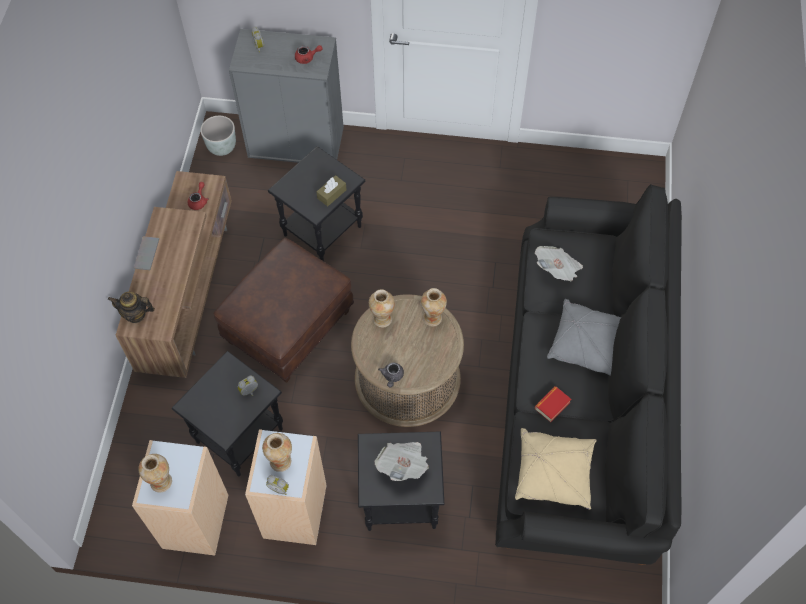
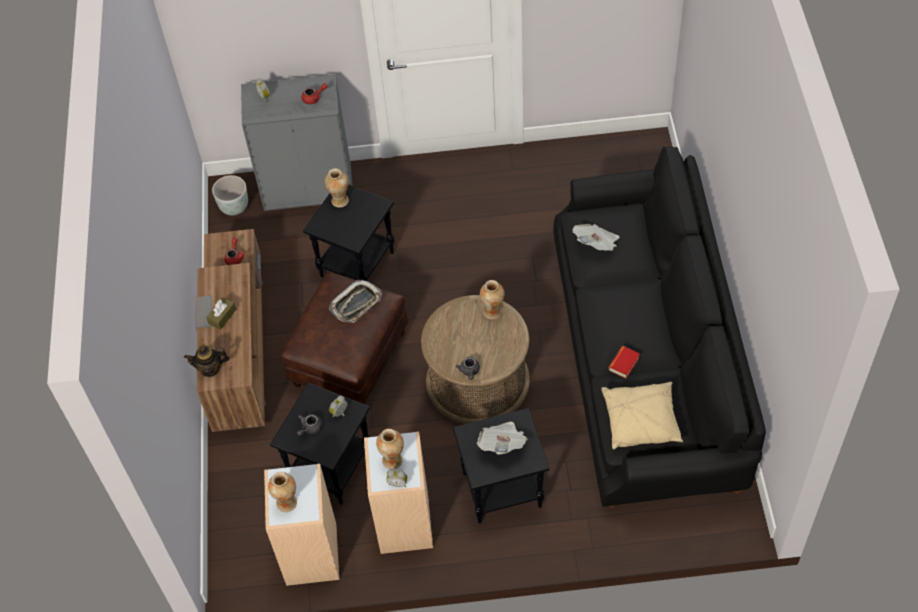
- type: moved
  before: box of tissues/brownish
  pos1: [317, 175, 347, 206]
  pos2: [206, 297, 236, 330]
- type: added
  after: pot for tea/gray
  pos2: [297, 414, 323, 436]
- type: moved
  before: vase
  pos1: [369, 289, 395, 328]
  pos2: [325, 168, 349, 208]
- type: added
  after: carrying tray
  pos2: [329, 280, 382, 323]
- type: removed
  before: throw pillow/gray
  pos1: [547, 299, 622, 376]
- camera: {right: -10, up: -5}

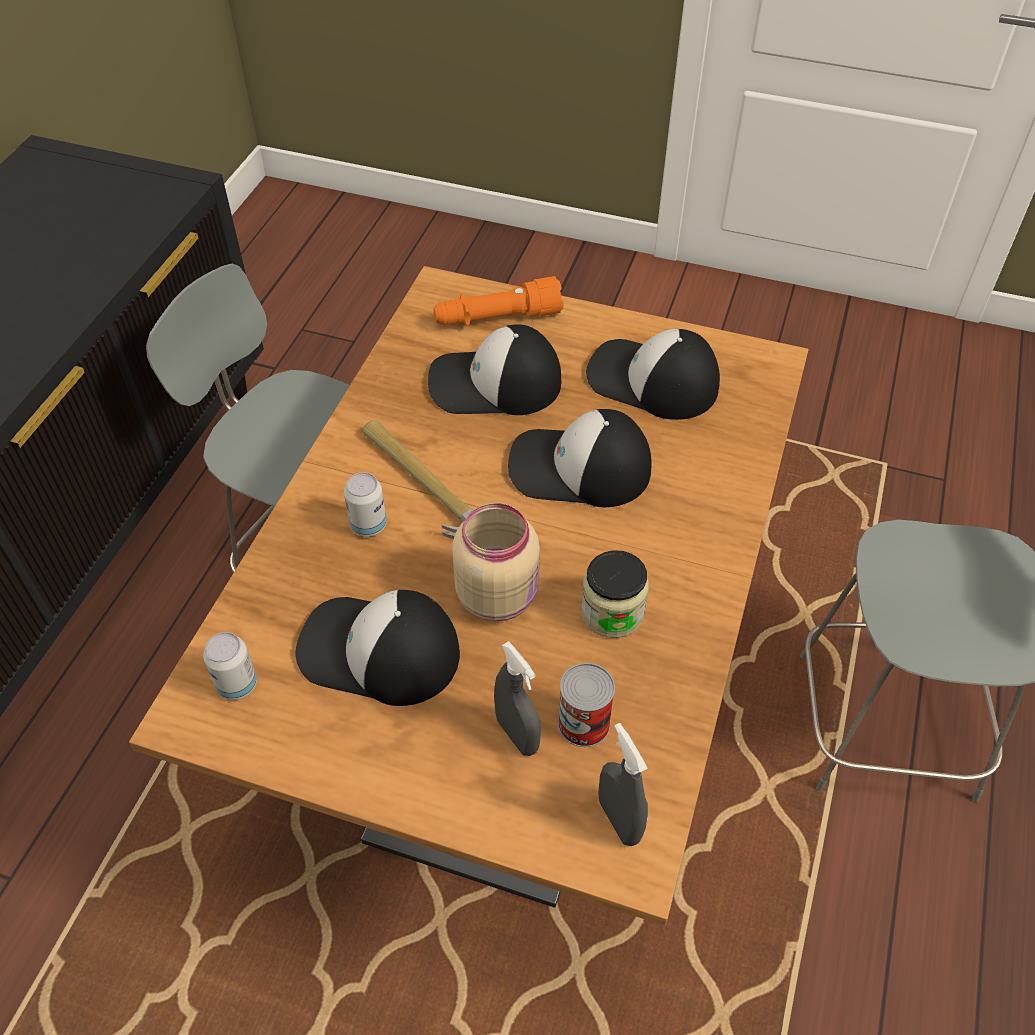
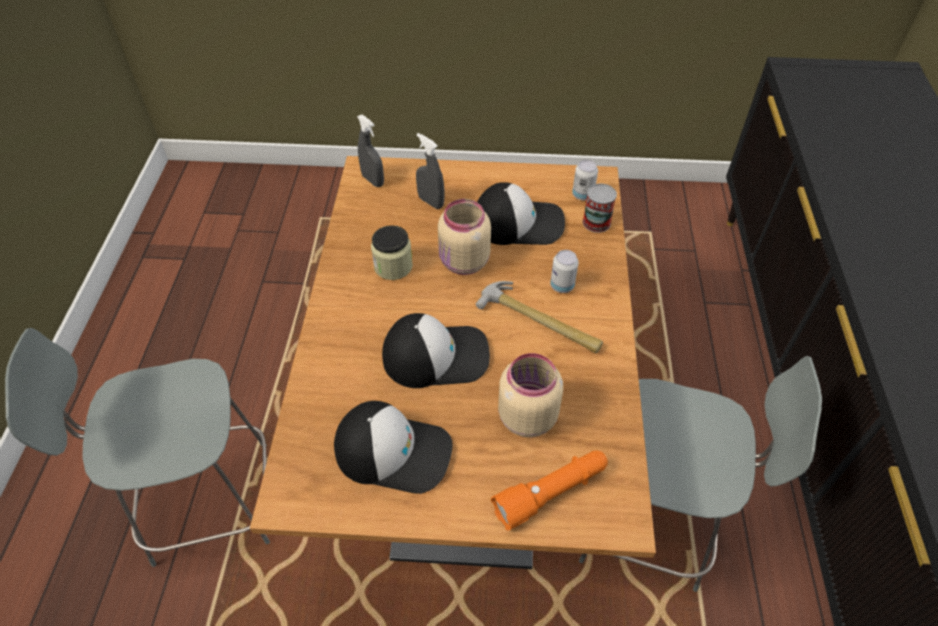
- type: replaced
  before: peaked cap
  after: preserve jar/beige-coloured
  pos1: [428, 324, 561, 415]
  pos2: [498, 353, 563, 437]
- type: moved
  before: metal can
  pos1: [558, 663, 615, 747]
  pos2: [583, 184, 617, 233]
- camera: {right: 165, up: 0}

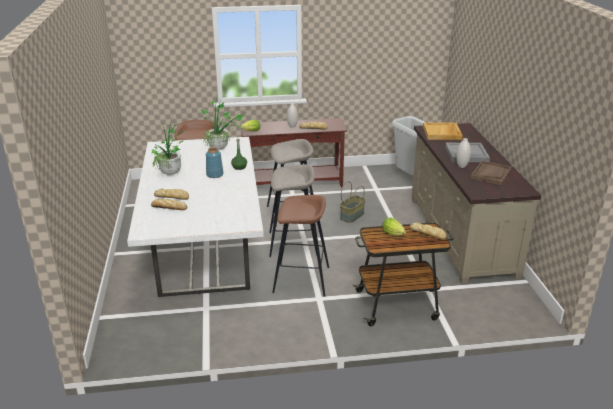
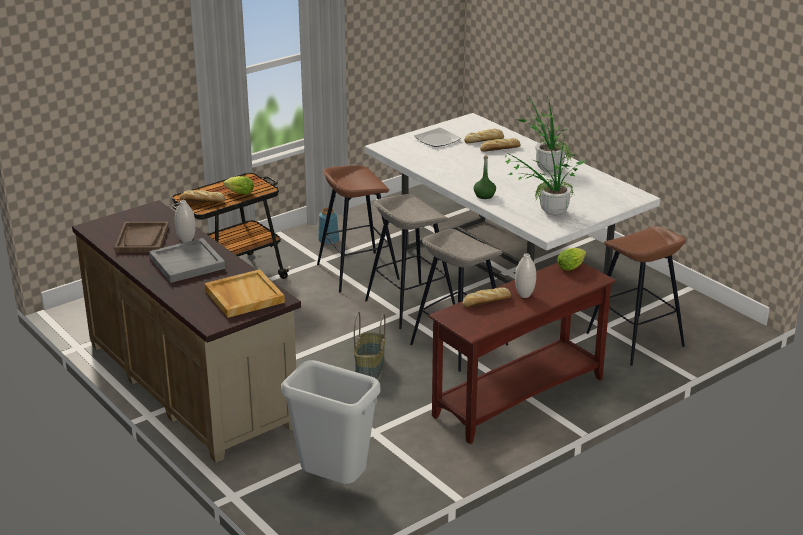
- type: moved
  before: vase/blue
  pos1: [206, 147, 223, 178]
  pos2: [318, 207, 339, 245]
- type: added
  after: plate
  pos2: [414, 128, 461, 147]
- camera: {right: 150, up: 0}

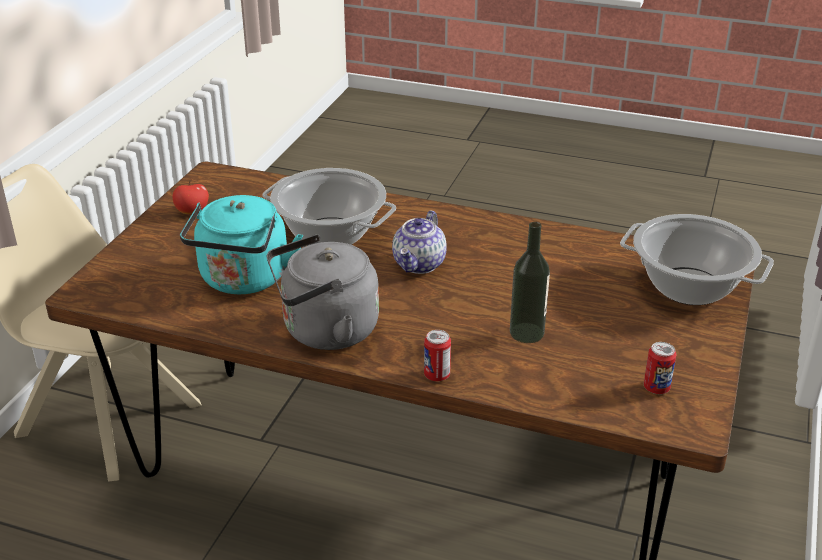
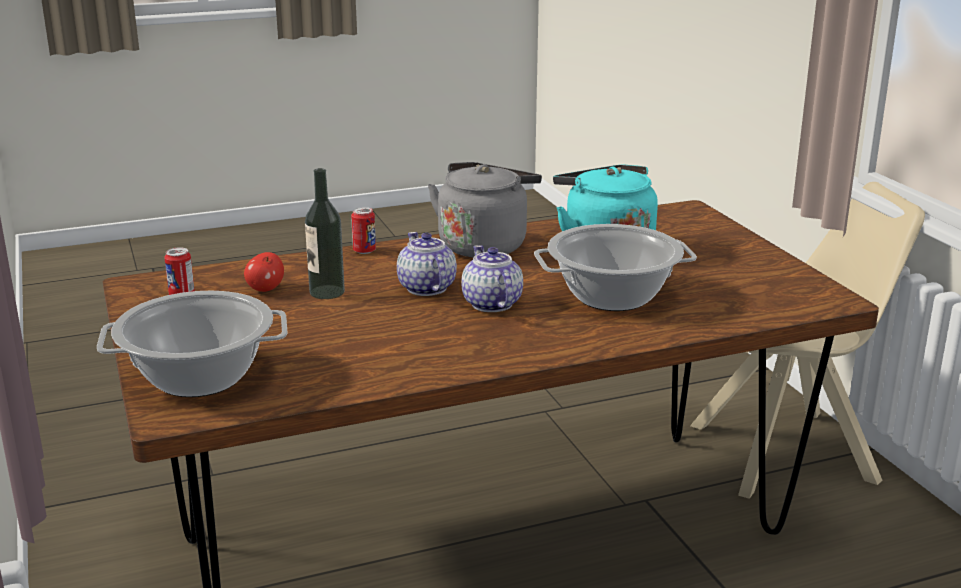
- type: moved
  before: whole apple
  pos1: [173, 179, 209, 214]
  pos2: [244, 252, 284, 292]
- type: added
  after: pot for tea
  pos2: [397, 232, 457, 296]
- camera: {right: 140, up: -10}

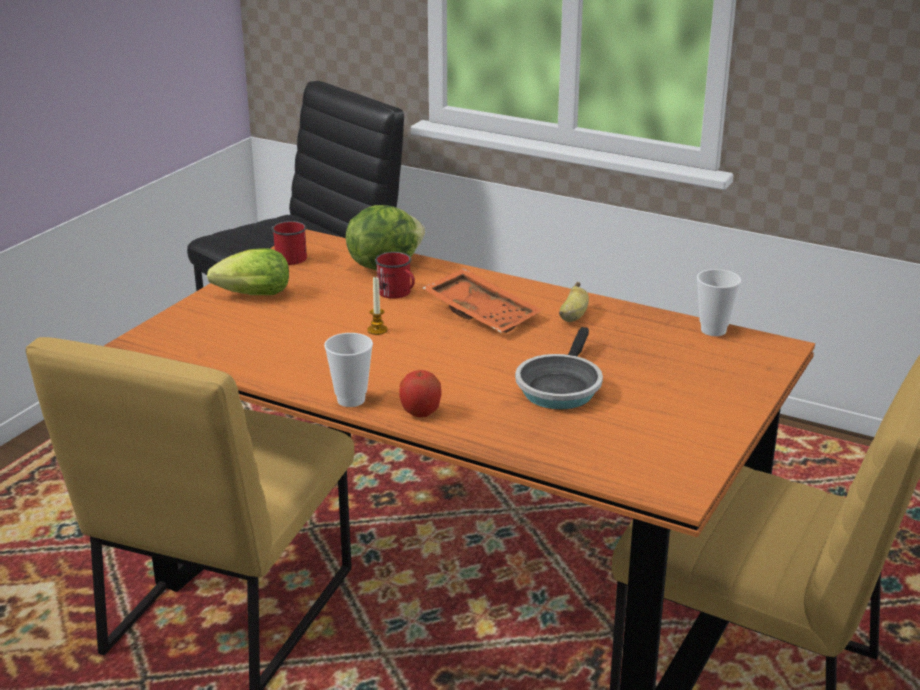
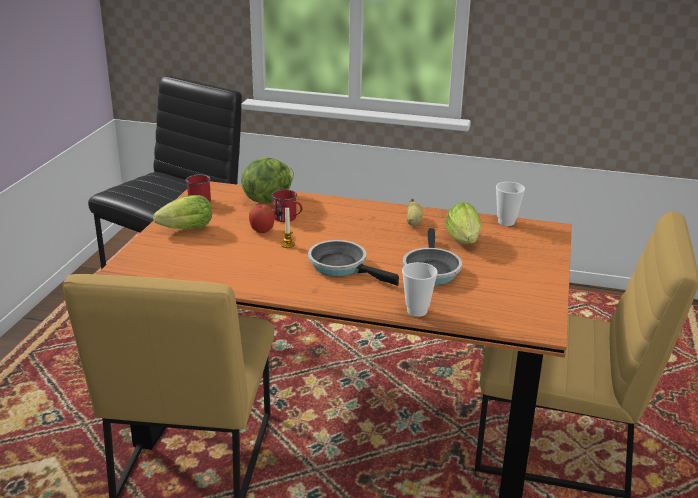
- type: moved
  before: whole apple
  pos1: [399, 370, 442, 417]
  pos2: [249, 204, 275, 233]
- type: added
  after: pan
  pos2: [308, 240, 399, 286]
- type: moved
  before: drinking cup
  pos1: [324, 333, 373, 407]
  pos2: [402, 262, 437, 317]
- type: added
  after: lettuce
  pos2: [445, 202, 481, 244]
- type: removed
  before: carrying tray/orangey
  pos1: [422, 268, 542, 333]
- camera: {right: -15, up: 0}

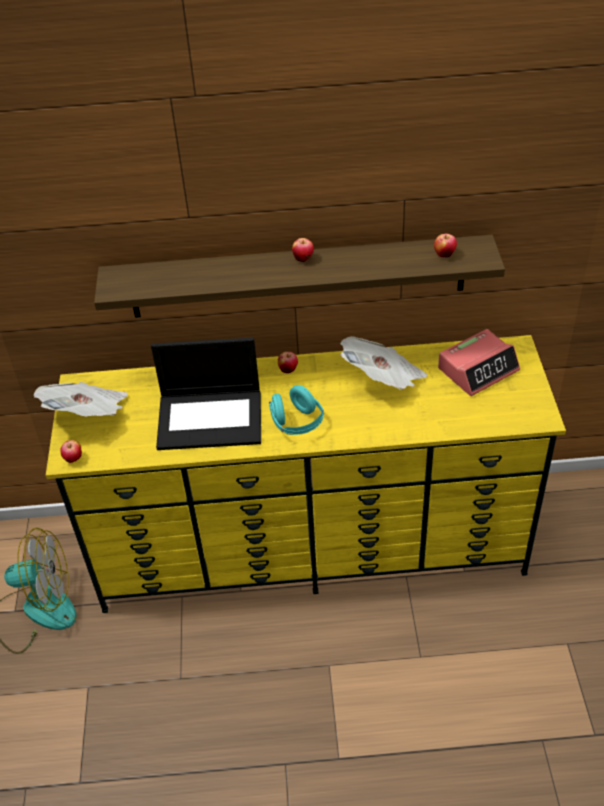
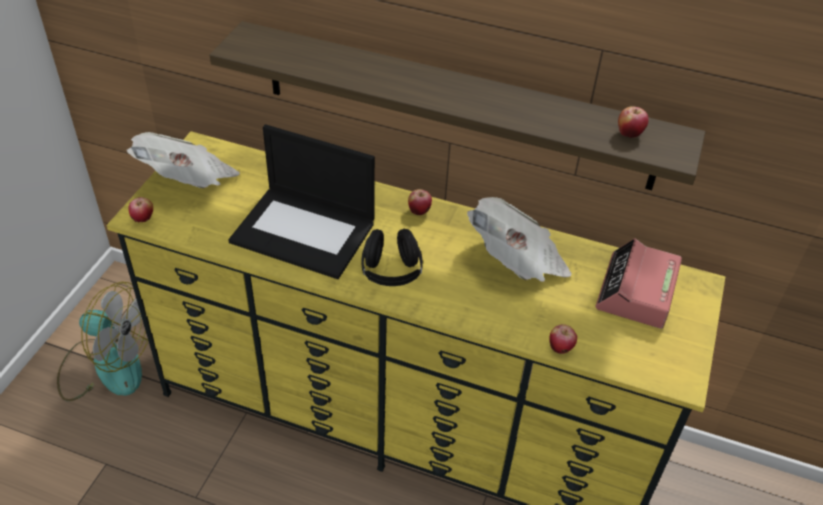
- type: recoloured
  before: pair of headphones/blue-green
  after: pair of headphones/blackish
  pos1: [269, 385, 324, 435]
  pos2: [362, 229, 423, 286]
- type: moved
  before: whole apple
  pos1: [292, 238, 314, 262]
  pos2: [549, 324, 577, 354]
- type: turned
  before: table clock
  pos1: [438, 329, 520, 396]
  pos2: [595, 238, 682, 329]
  turn: 120
- camera: {right: 20, up: 0}

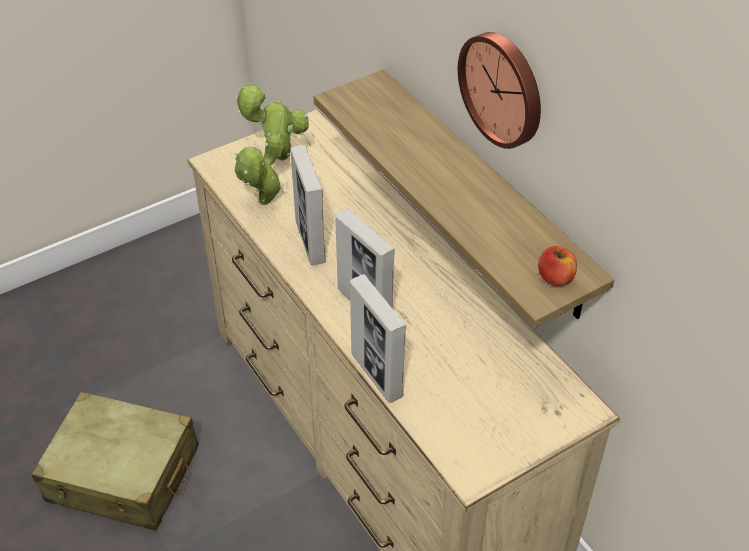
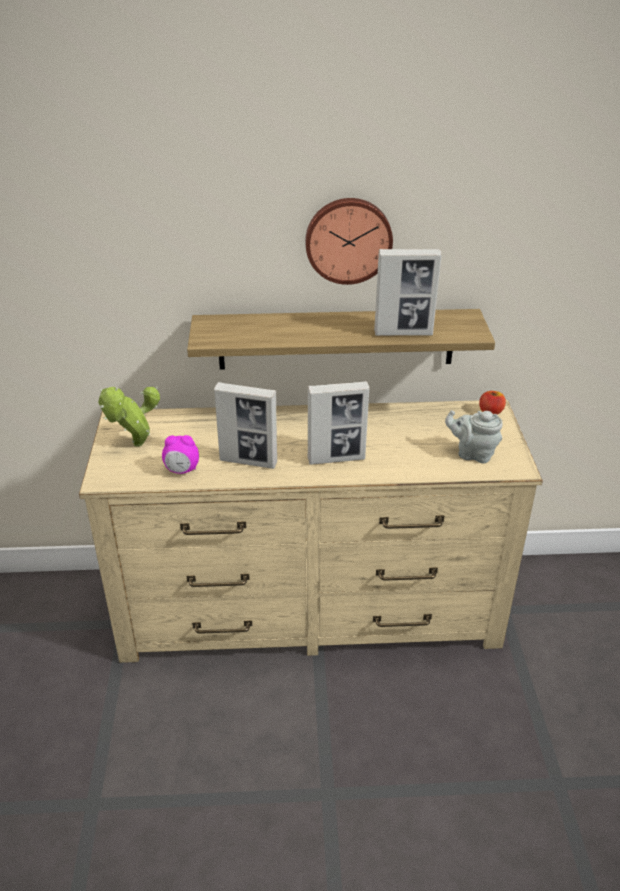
- type: replaced
  before: houseplant
  after: table clock
  pos1: [235, 133, 284, 205]
  pos2: [162, 435, 199, 474]
- type: moved
  before: standing frame
  pos1: [350, 274, 406, 403]
  pos2: [374, 249, 442, 336]
- type: added
  after: pot for tea/gray
  pos2: [445, 410, 503, 463]
- type: moved
  before: whole apple
  pos1: [538, 246, 577, 286]
  pos2: [479, 391, 506, 415]
- type: removed
  before: piece of luggage/beige-coloured
  pos1: [31, 392, 199, 531]
- camera: {right: -60, up: -10}

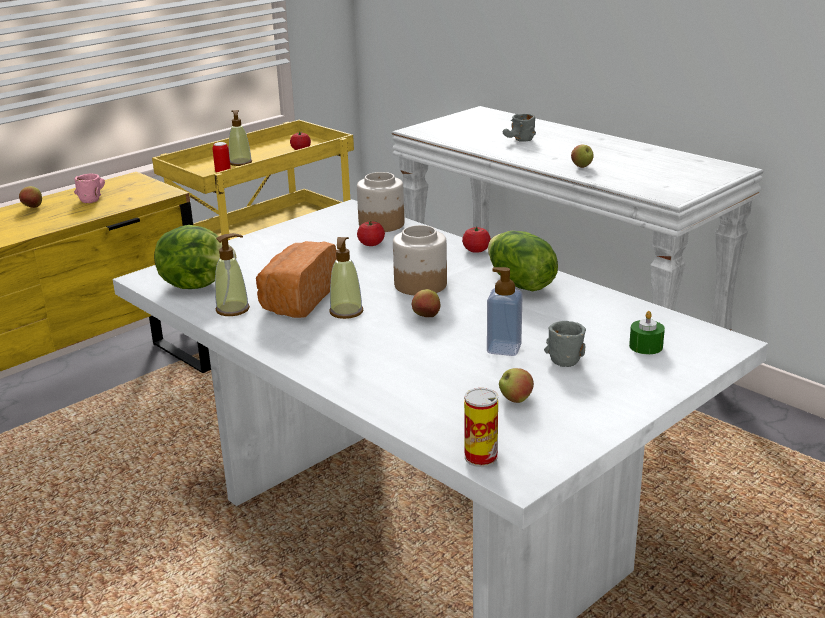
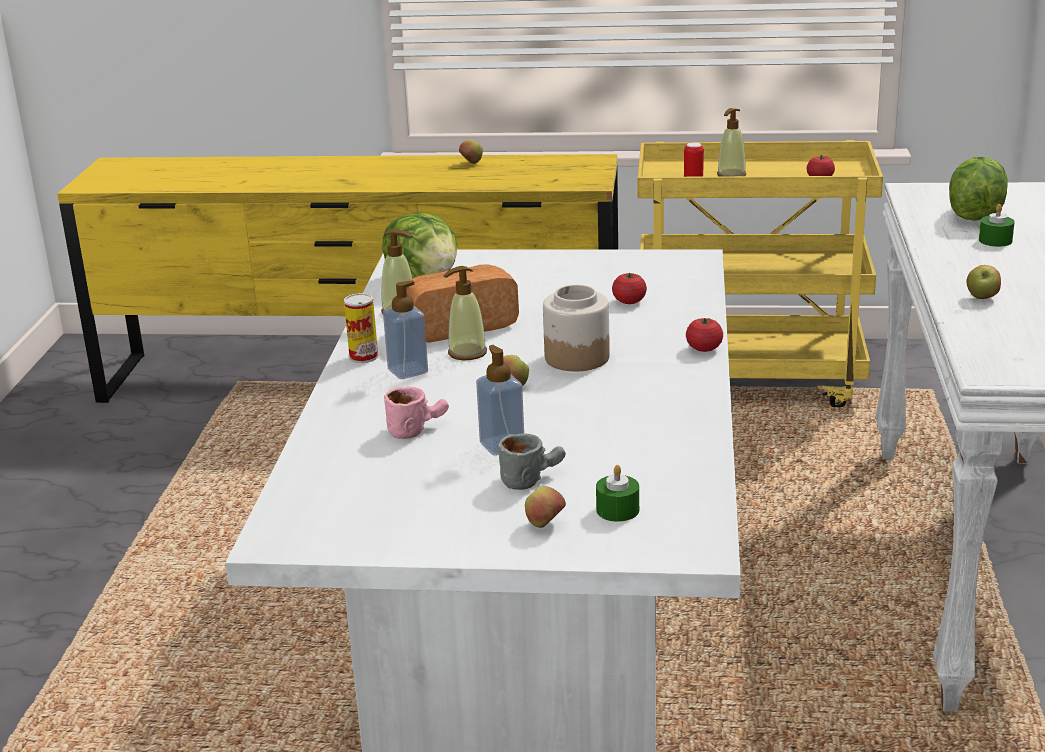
- type: moved
  before: metal can
  pos1: [464, 388, 498, 467]
  pos2: [344, 293, 378, 363]
- type: added
  after: soap dispenser
  pos2: [383, 280, 428, 379]
- type: moved
  before: tea mug/pink-coloured
  pos1: [74, 173, 105, 203]
  pos2: [384, 387, 449, 439]
- type: moved
  before: whole apple
  pos1: [499, 368, 534, 403]
  pos2: [525, 486, 566, 528]
- type: moved
  before: lettuce
  pos1: [488, 231, 558, 291]
  pos2: [949, 157, 1008, 221]
- type: replaced
  before: tea mug/gray
  after: wax light/greenish
  pos1: [503, 114, 536, 142]
  pos2: [979, 204, 1015, 247]
- type: removed
  before: preserve jar
  pos1: [357, 172, 404, 232]
- camera: {right: 50, up: 0}

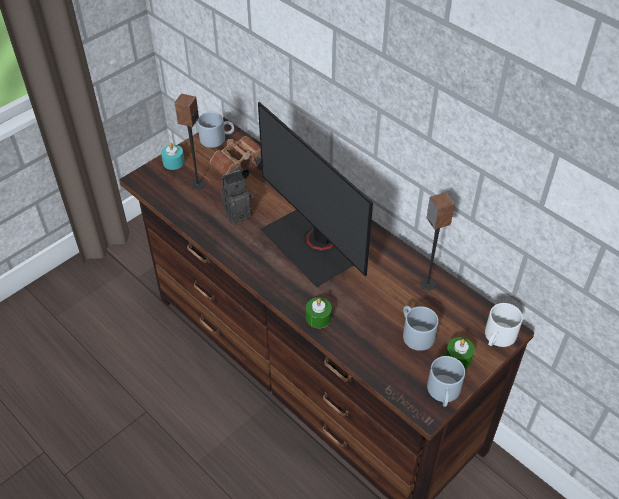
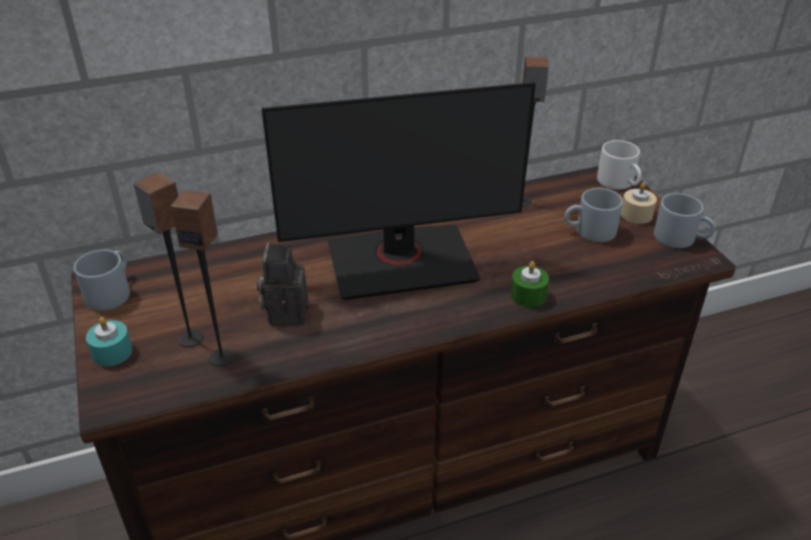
- type: added
  after: loudspeaker
  pos2: [171, 190, 234, 366]
- type: recoloured
  before: wax light/greenish
  after: wax light/beige-coloured
  pos1: [445, 337, 475, 368]
  pos2: [621, 182, 657, 224]
- type: removed
  before: field glasses/brownish
  pos1: [210, 136, 262, 179]
- camera: {right: -65, up: -10}

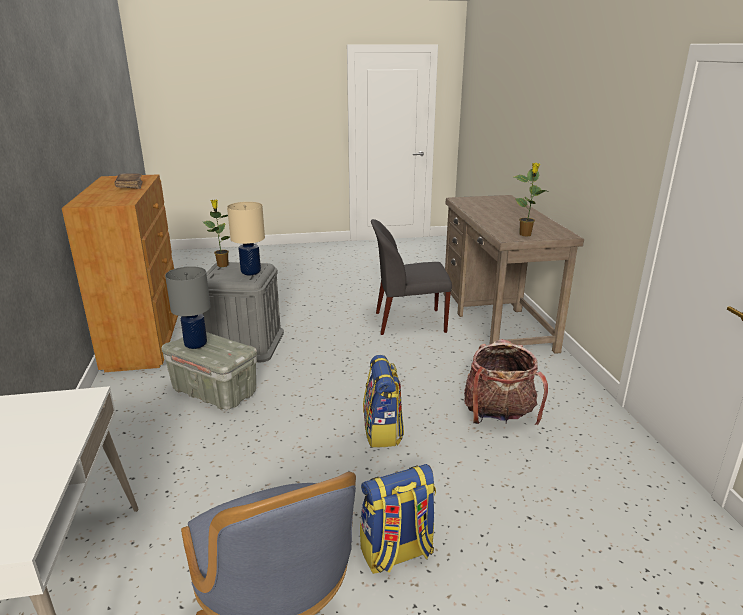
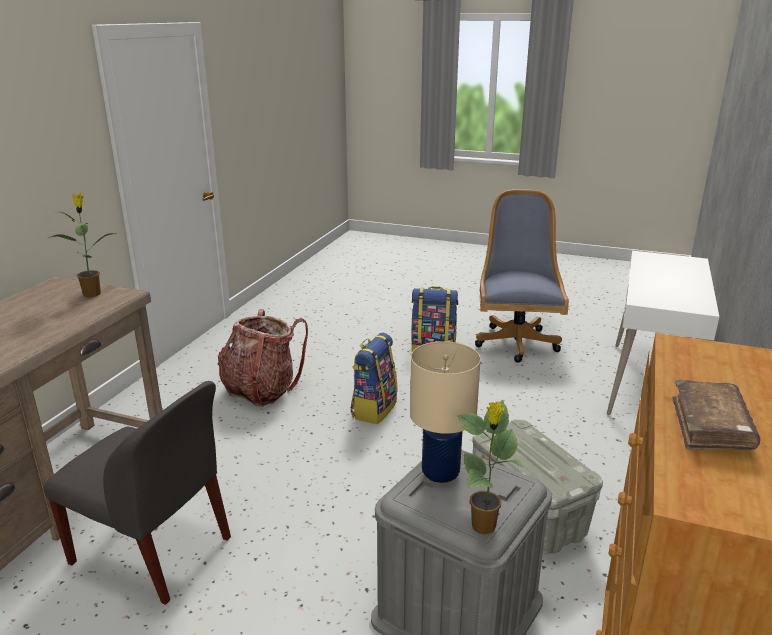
- type: removed
  before: lamp for a table/gray
  pos1: [165, 266, 211, 349]
- camera: {right: -150, up: 0}

